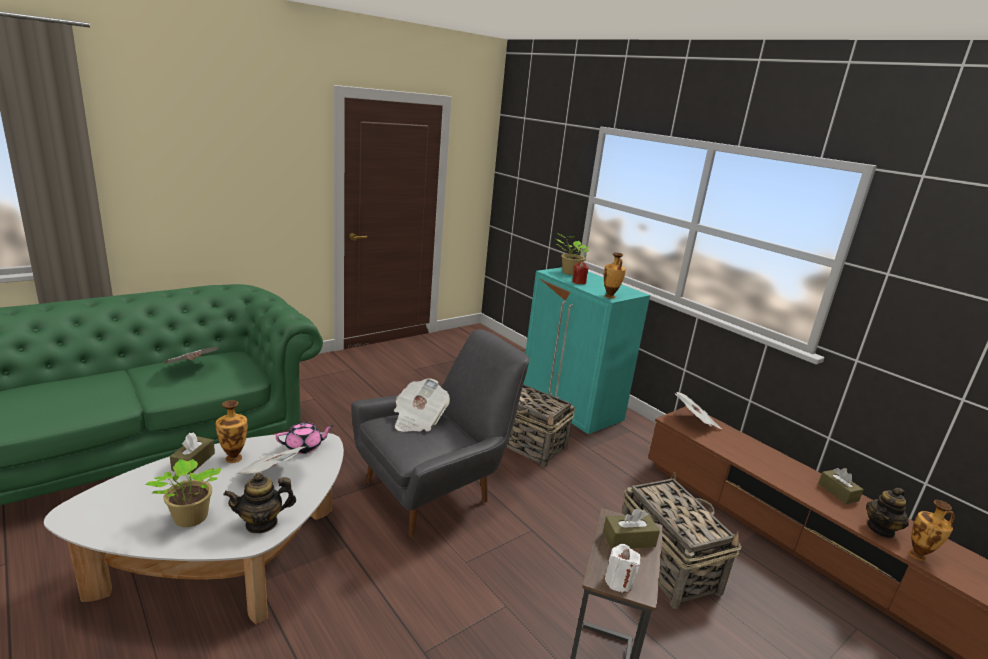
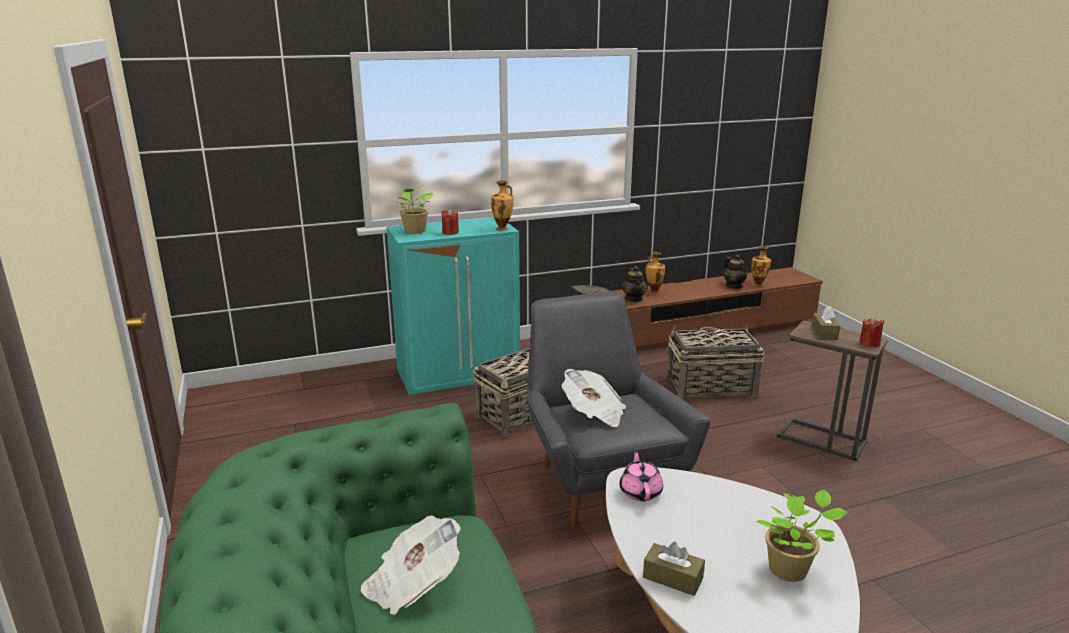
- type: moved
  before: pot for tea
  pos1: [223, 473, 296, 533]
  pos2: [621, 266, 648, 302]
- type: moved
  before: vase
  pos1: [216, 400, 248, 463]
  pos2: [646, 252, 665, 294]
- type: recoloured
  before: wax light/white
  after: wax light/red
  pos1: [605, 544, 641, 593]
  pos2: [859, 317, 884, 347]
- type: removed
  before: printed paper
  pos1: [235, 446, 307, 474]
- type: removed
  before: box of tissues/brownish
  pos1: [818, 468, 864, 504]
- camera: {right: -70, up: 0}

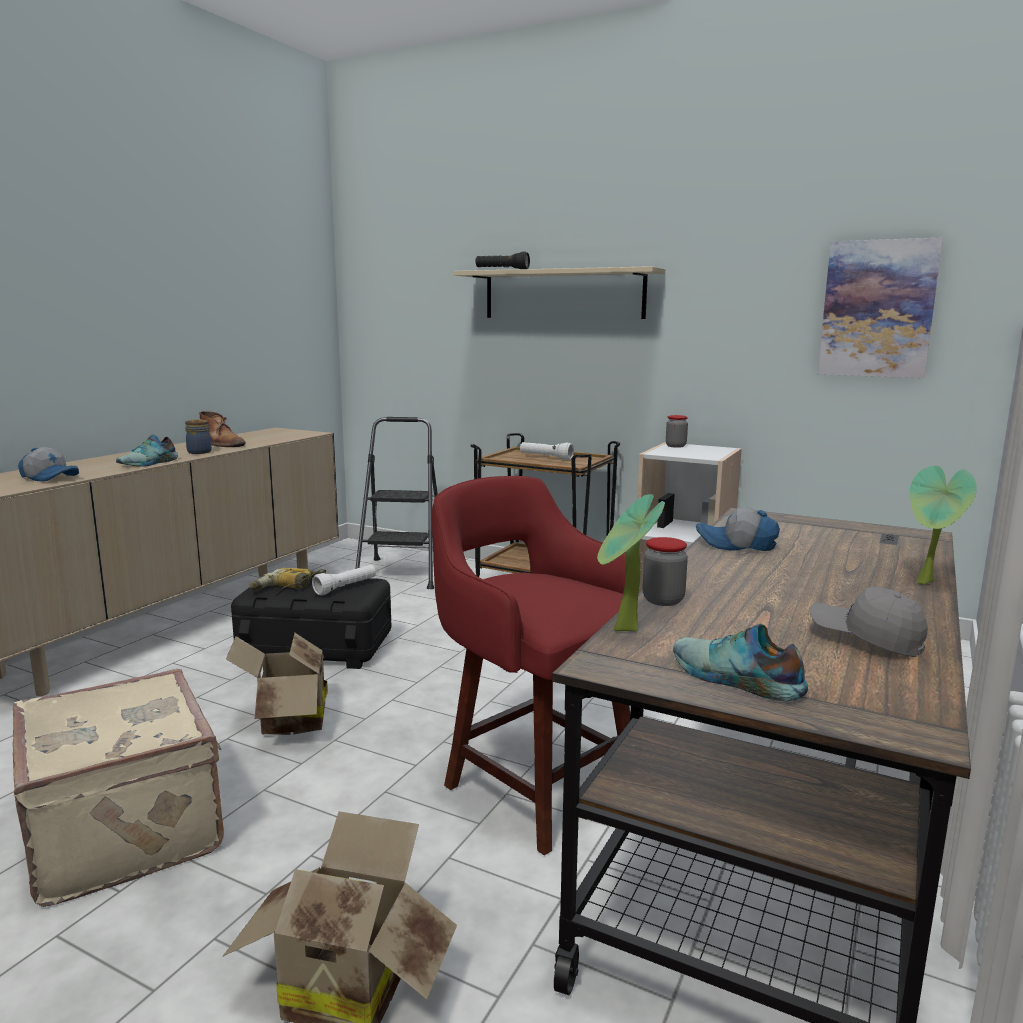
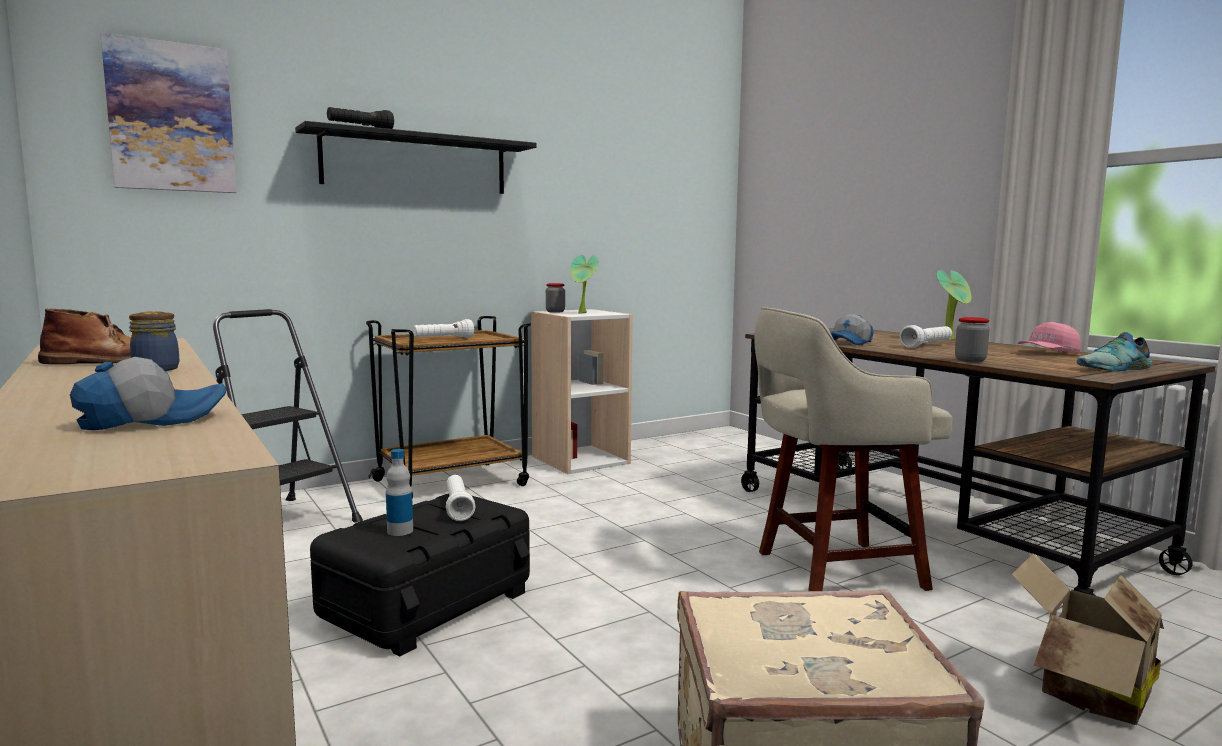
- type: moved
  before: wall picture
  pos1: [818, 237, 943, 378]
  pos2: [100, 32, 236, 193]
- type: recoloured
  before: shelf/beige-coloured
  after: shelf/blackish
  pos1: [454, 266, 665, 319]
  pos2: [295, 121, 537, 194]
- type: replaced
  before: electric drill
  after: drink bottle
  pos1: [249, 568, 326, 591]
  pos2: [386, 449, 413, 536]
- type: moved
  before: houseplant
  pos1: [597, 494, 665, 632]
  pos2: [570, 255, 599, 314]
- type: recoloured
  before: stool/red
  after: stool/beige-coloured
  pos1: [432, 476, 630, 855]
  pos2: [755, 308, 952, 591]
- type: added
  after: torch/white
  pos2: [900, 325, 952, 348]
- type: recoloured
  before: peaked cap/gray
  after: peaked cap/pink-coloured
  pos1: [809, 587, 928, 657]
  pos2: [1018, 322, 1081, 353]
- type: removed
  before: low shoe
  pos1: [116, 434, 178, 467]
- type: removed
  before: carton
  pos1: [226, 633, 328, 735]
- camera: {right: -60, up: -5}

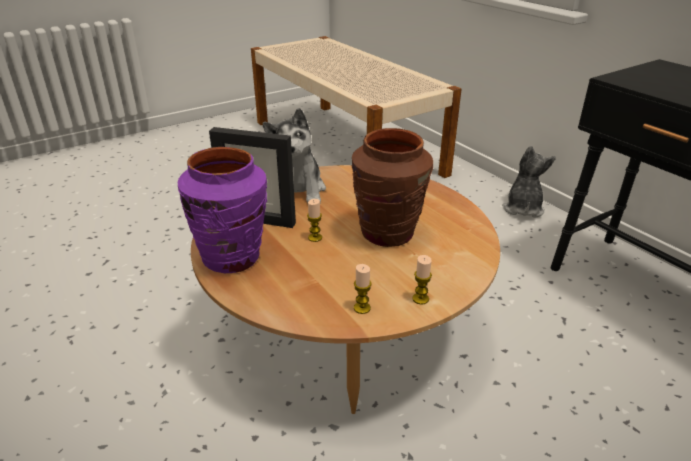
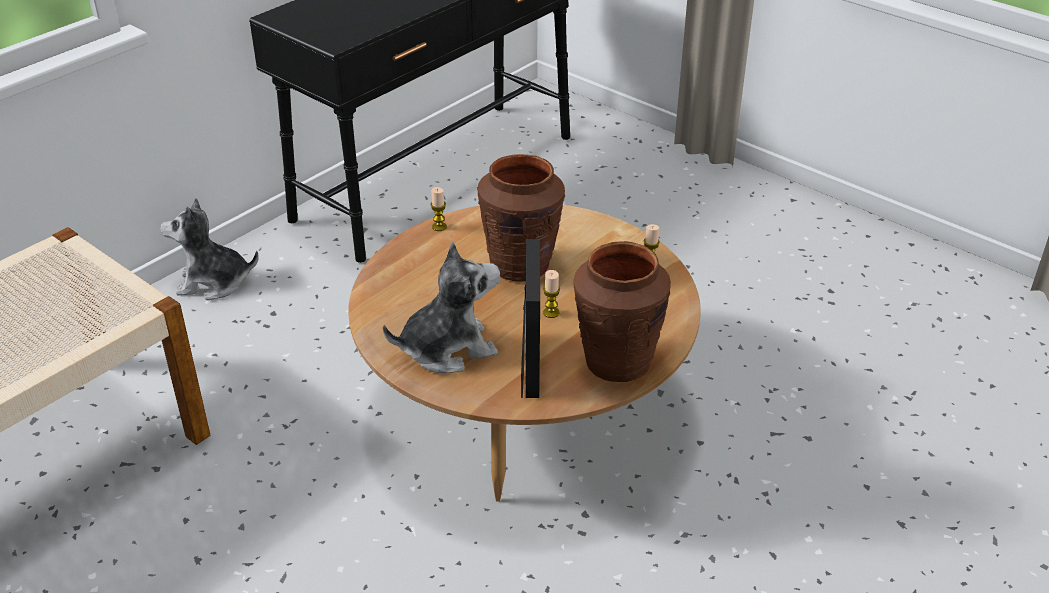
- type: moved
  before: wax light
  pos1: [412, 255, 432, 305]
  pos2: [431, 187, 447, 231]
- type: recoloured
  before: vase/purple
  after: vase/brownish
  pos1: [178, 147, 267, 273]
  pos2: [573, 241, 671, 382]
- camera: {right: -105, up: 5}

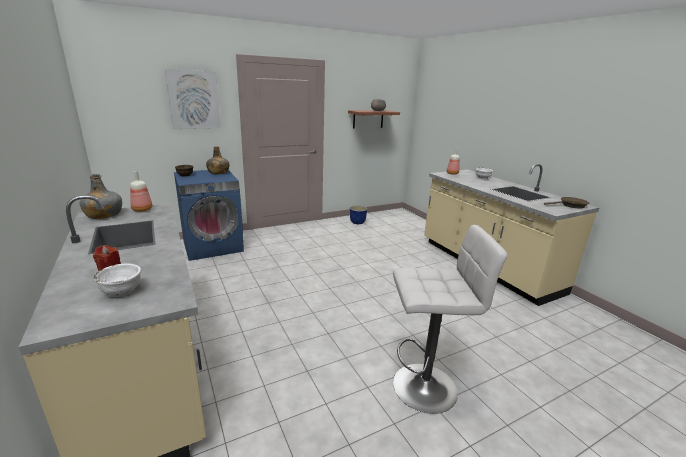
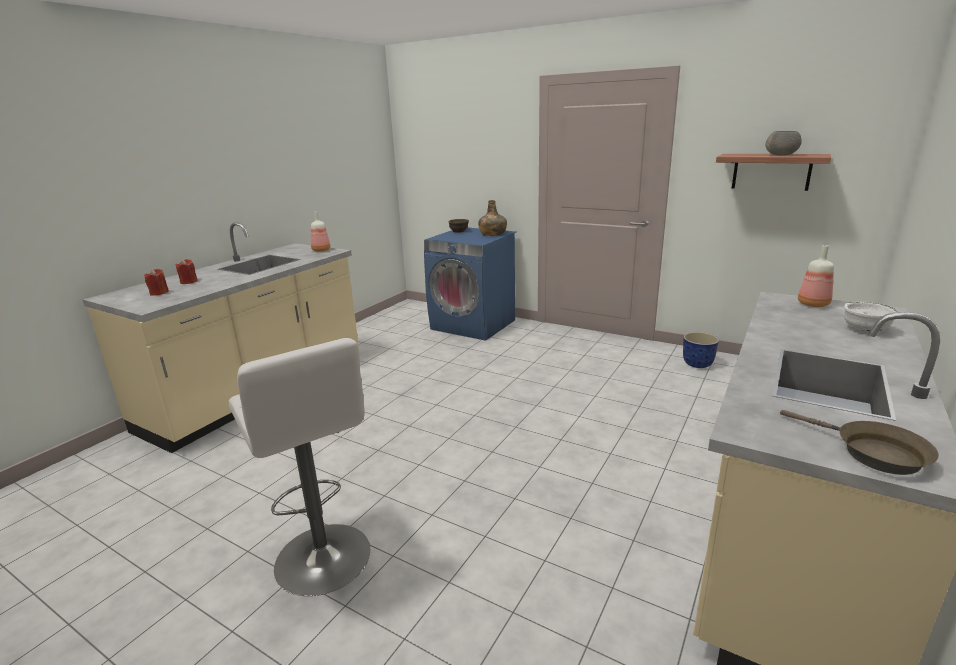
- type: replaced
  before: bowl/white
  after: wax light/red
  pos1: [94, 264, 141, 297]
  pos2: [144, 269, 169, 296]
- type: removed
  before: drink bottle/gray
  pos1: [80, 174, 122, 219]
- type: removed
  before: wall picture
  pos1: [165, 69, 221, 129]
- camera: {right: 60, up: 0}

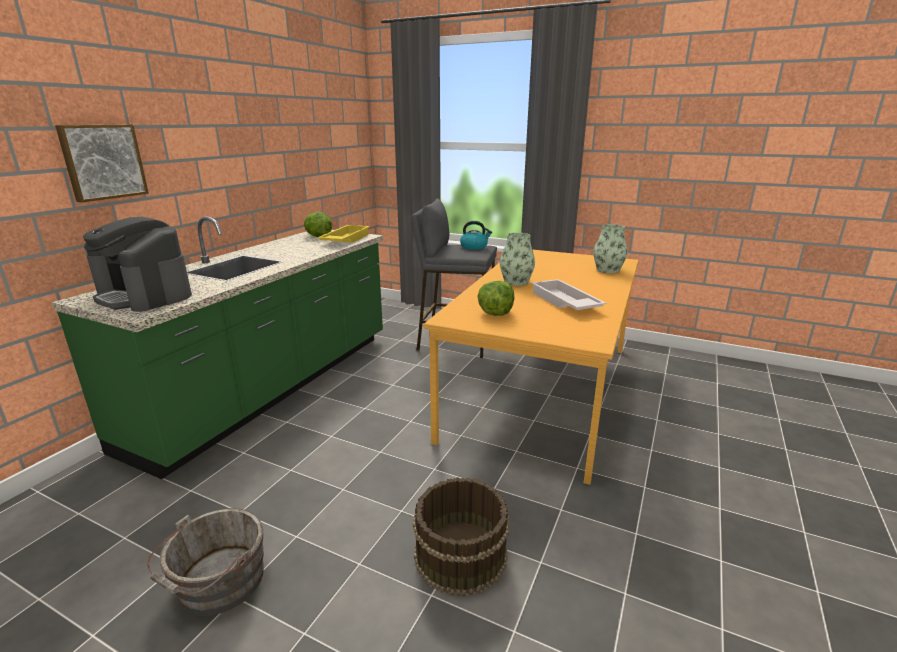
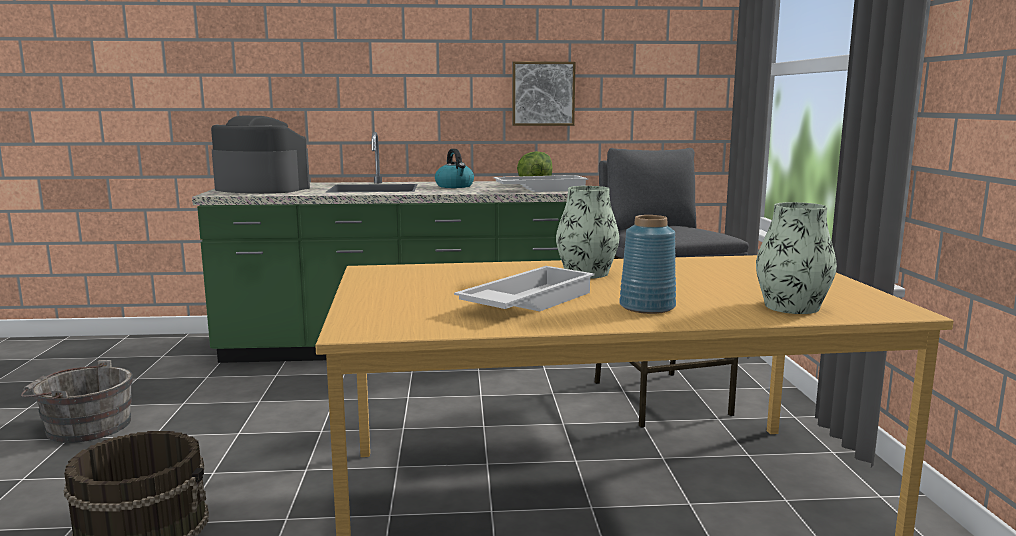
- type: turned
  before: coffee brewer
  pos1: [83, 217, 192, 312]
  pos2: [211, 116, 310, 194]
  turn: 105
- type: moved
  before: water kettle
  pos1: [460, 221, 492, 250]
  pos2: [435, 149, 474, 188]
- type: recoloured
  before: carrying tray/yellowish
  after: carrying tray/white
  pos1: [318, 225, 370, 242]
  pos2: [493, 175, 588, 192]
- type: moved
  before: wall picture
  pos1: [55, 124, 149, 203]
  pos2: [512, 61, 576, 126]
- type: added
  after: vase/blue
  pos2: [619, 215, 676, 314]
- type: removed
  before: lettuce
  pos1: [478, 281, 514, 316]
- camera: {right: 60, up: -10}

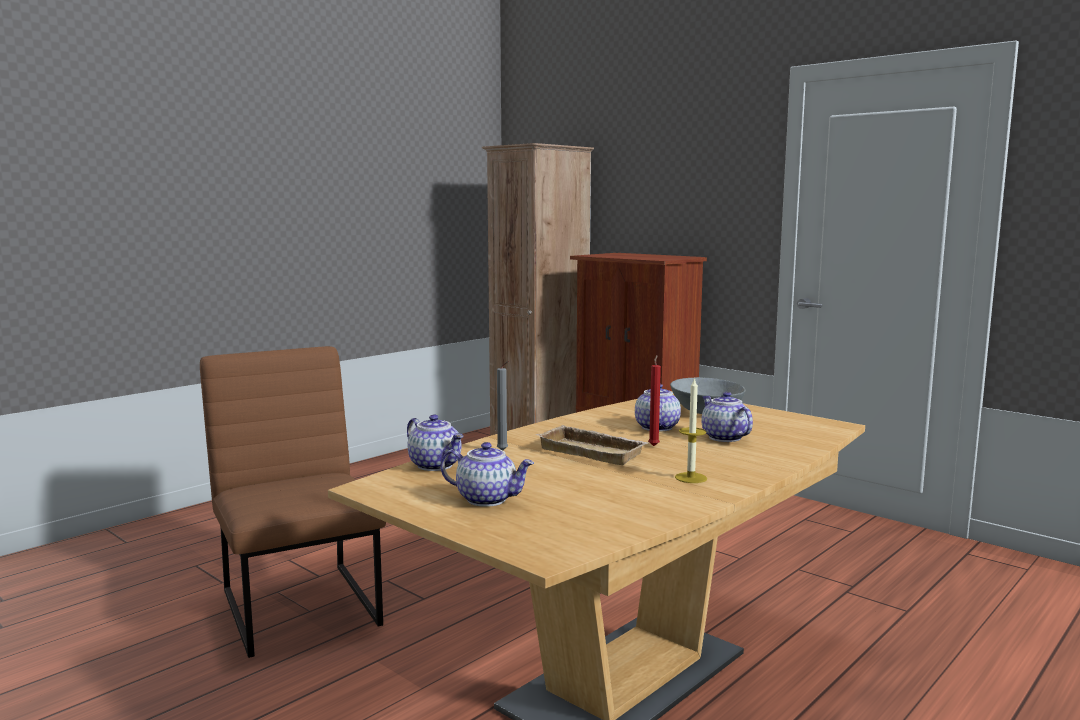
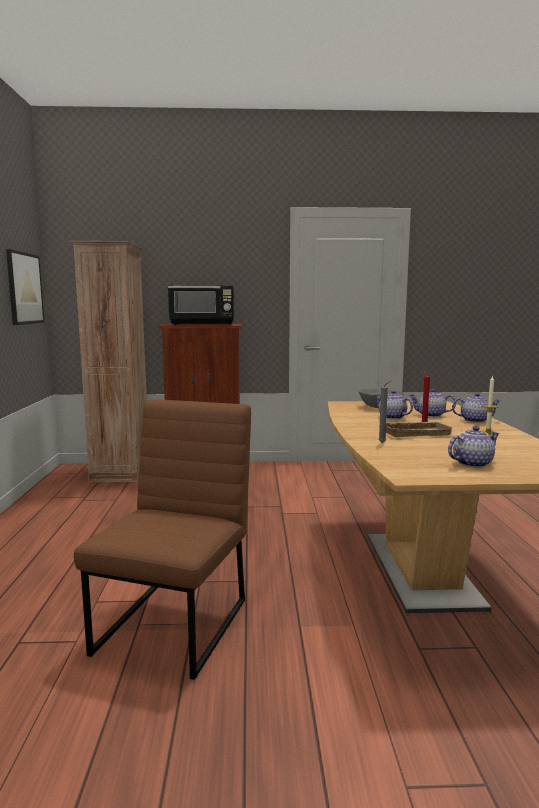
- type: added
  after: wall picture
  pos2: [6, 249, 45, 325]
- type: turned
  before: plain chair/brownish
  pos1: [200, 346, 386, 658]
  pos2: [74, 399, 251, 680]
  turn: 90
- type: added
  after: microwave oven/blackish
  pos2: [168, 285, 234, 325]
- type: moved
  before: pot for tea
  pos1: [407, 414, 463, 471]
  pos2: [452, 393, 501, 423]
- camera: {right: -45, up: 0}

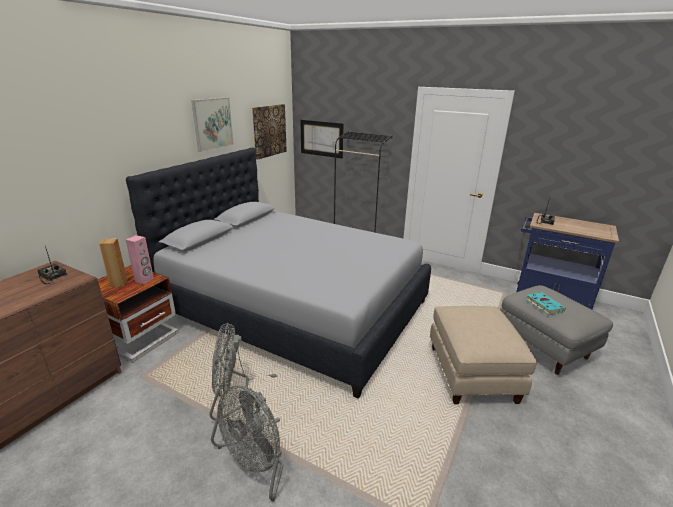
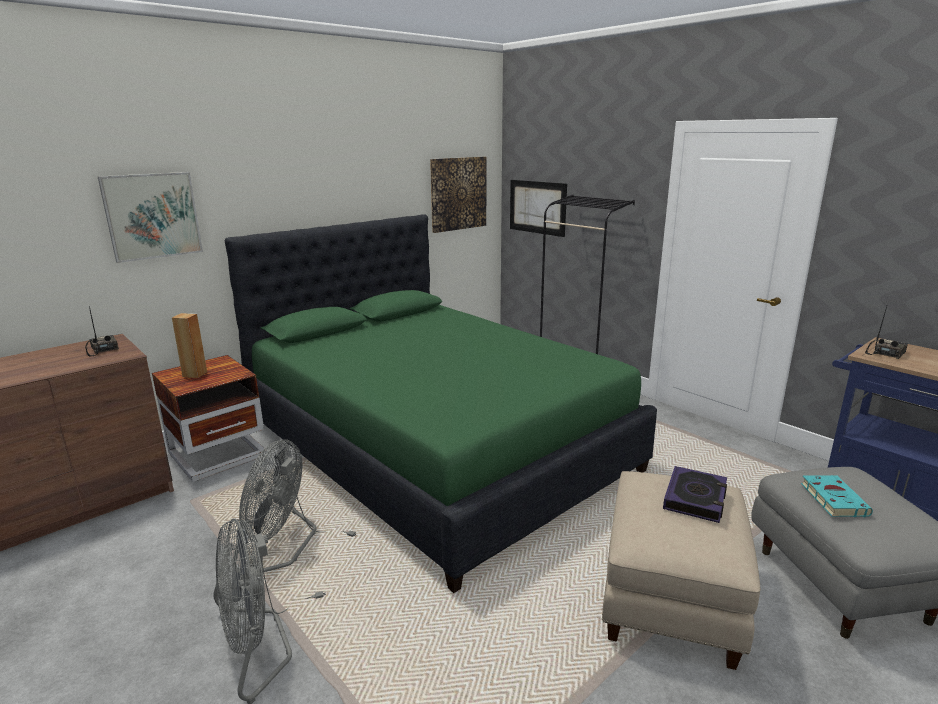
- type: moved
  before: wall picture
  pos1: [191, 97, 234, 152]
  pos2: [97, 172, 203, 263]
- type: recoloured
  before: bed/gray
  after: bed/greenish
  pos1: [126, 148, 431, 399]
  pos2: [225, 214, 657, 593]
- type: added
  after: bound book
  pos2: [663, 466, 727, 523]
- type: removed
  before: loudspeaker/pink-coloured
  pos1: [126, 235, 154, 284]
- camera: {right: 20, up: -5}

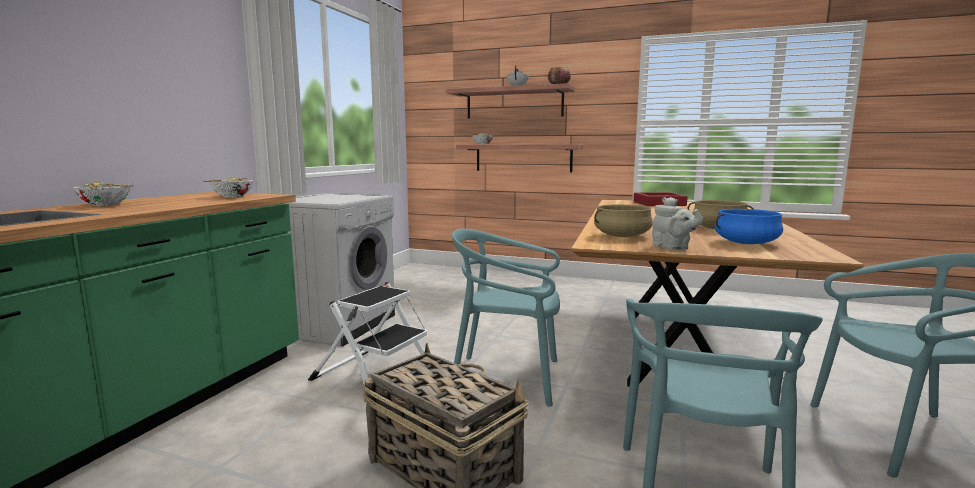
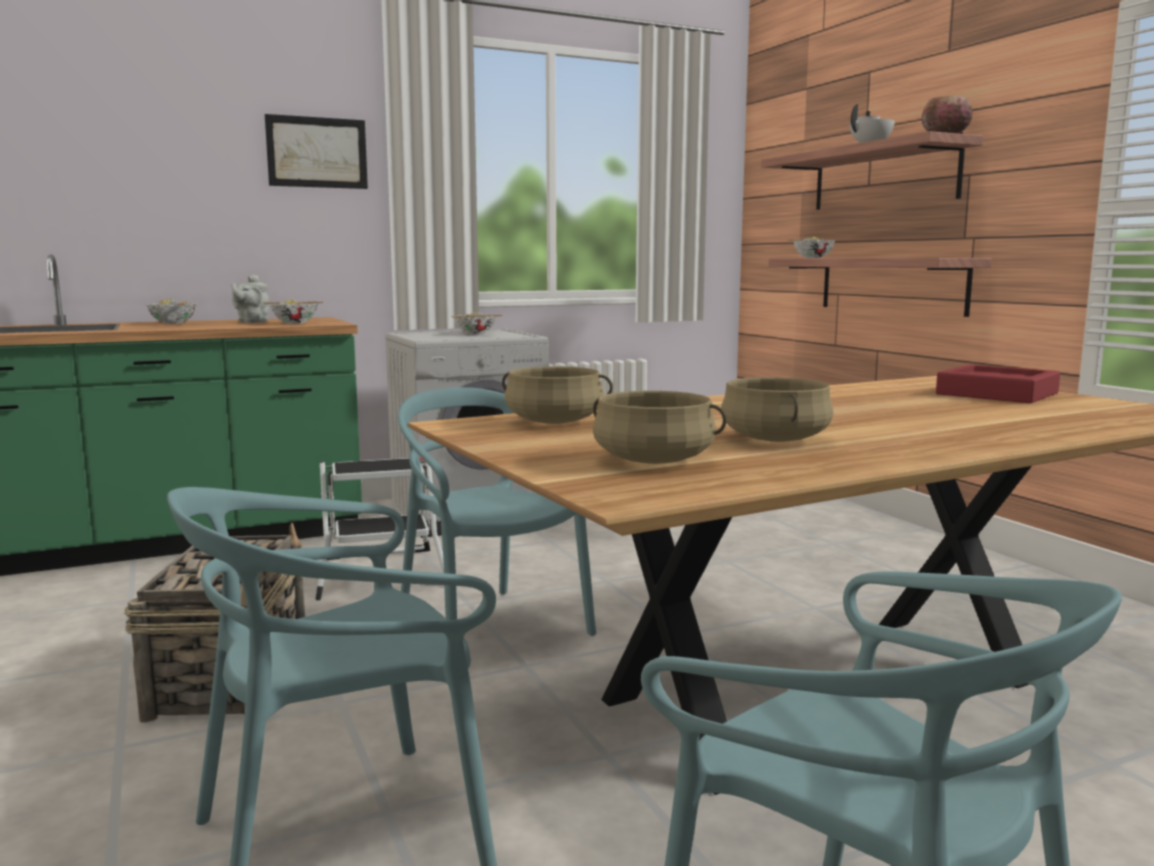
- type: moved
  before: pot for tea/gray
  pos1: [652, 197, 703, 250]
  pos2: [231, 275, 269, 323]
- type: added
  after: wall picture
  pos2: [265, 114, 368, 189]
- type: added
  after: bowl
  pos2: [452, 312, 502, 334]
- type: recoloured
  before: stockpot/blue
  after: stockpot/beige-coloured
  pos1: [714, 209, 783, 244]
  pos2: [593, 391, 727, 464]
- camera: {right: 45, up: 0}

